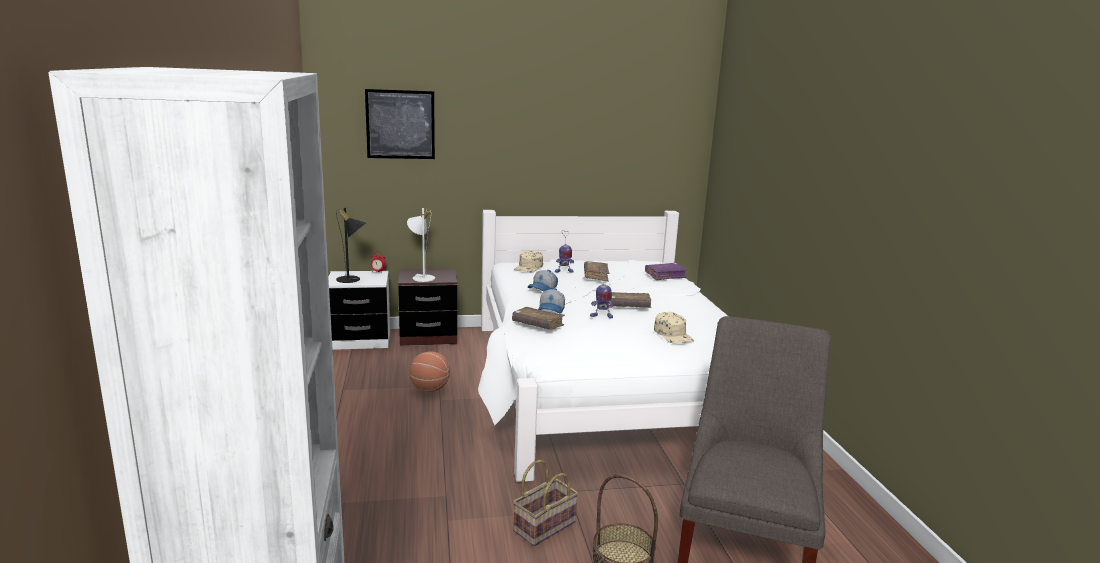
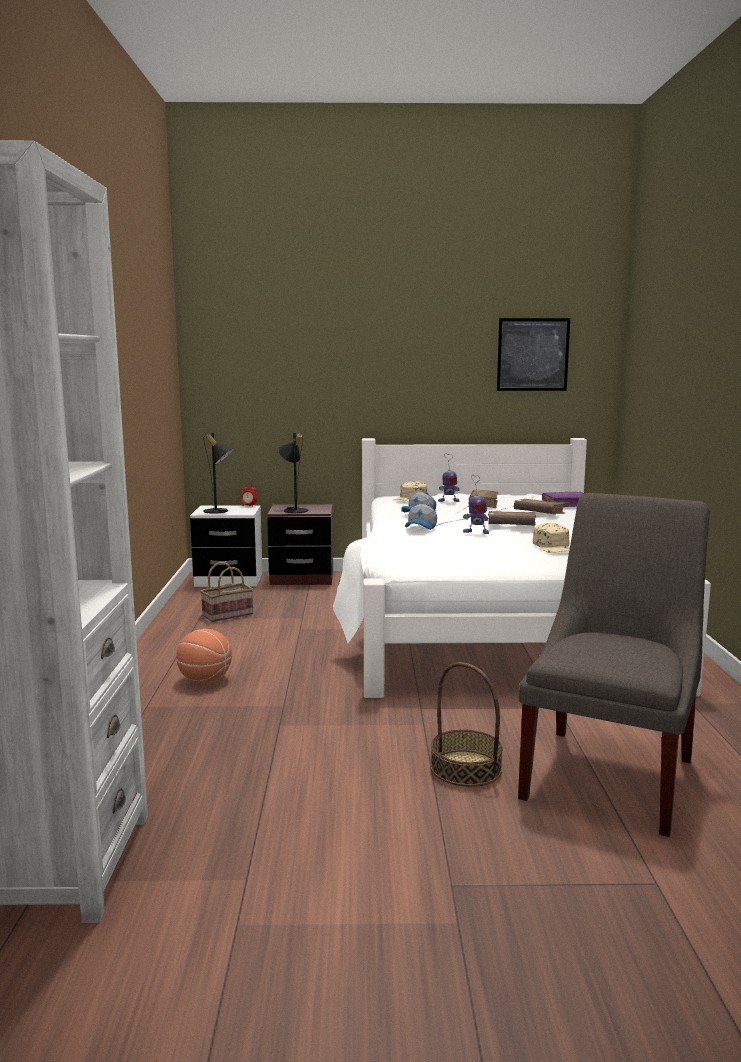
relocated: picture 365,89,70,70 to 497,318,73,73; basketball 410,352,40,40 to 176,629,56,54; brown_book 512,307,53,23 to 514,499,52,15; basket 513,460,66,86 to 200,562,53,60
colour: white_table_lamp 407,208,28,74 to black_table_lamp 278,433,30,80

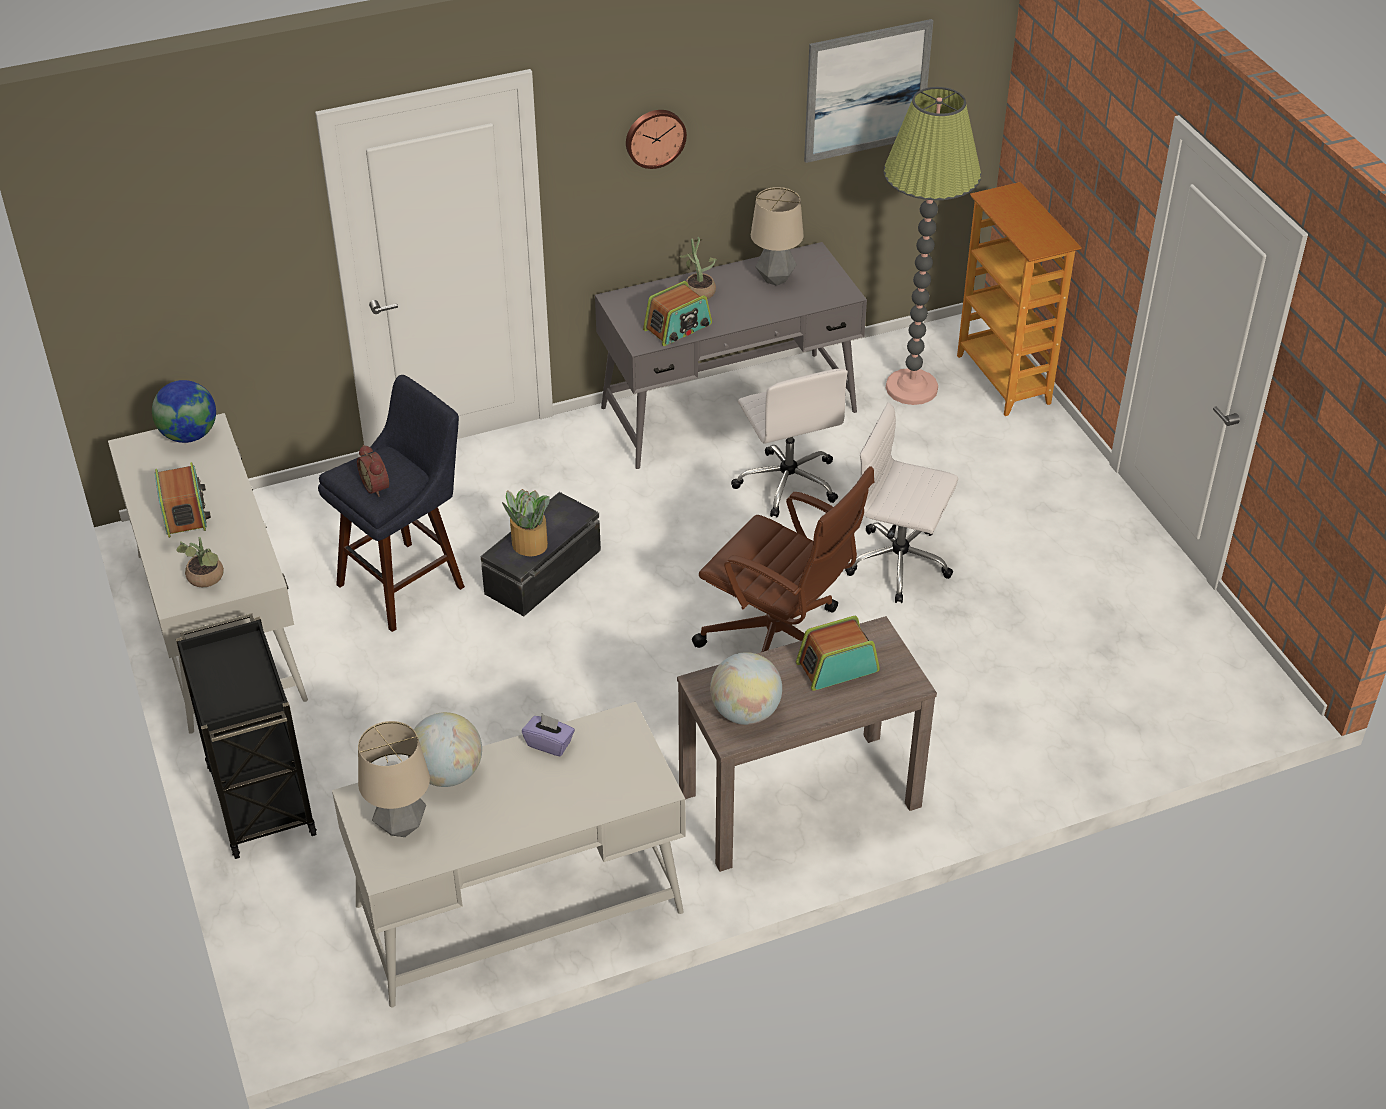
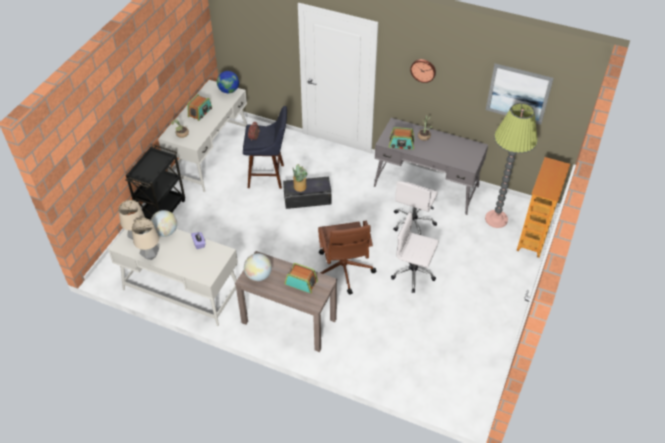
relocated: table_lamp 751,187,53,99 to 132,218,27,42
spun: white_office_chair 845,402,113,201 = 391,211,48,82 45 degrees counterclockwise

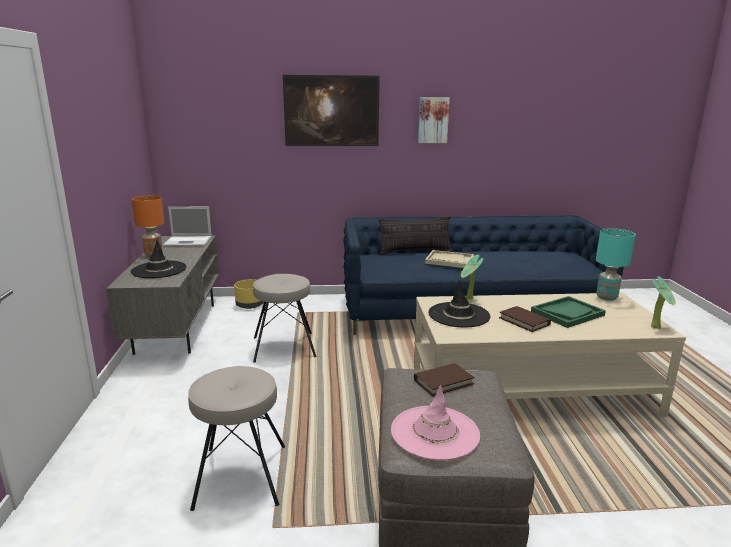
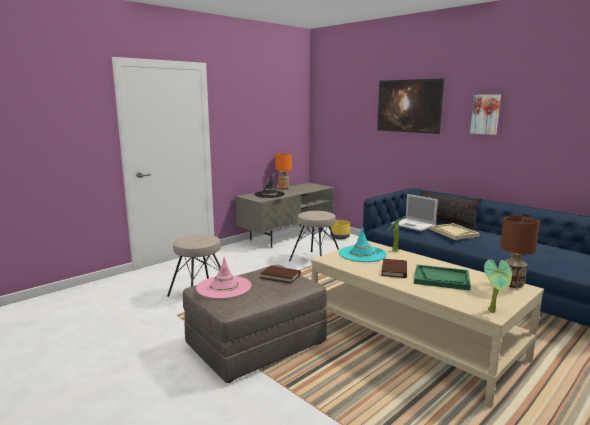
relocated: laptop 163,207,49,40 to 391,194,47,37
colour: black_hat 428,280,62,47 to turquoise_hat 339,226,48,36; turquoise_table_lamp 596,228,40,73 to brown_table_lamp 500,215,40,73

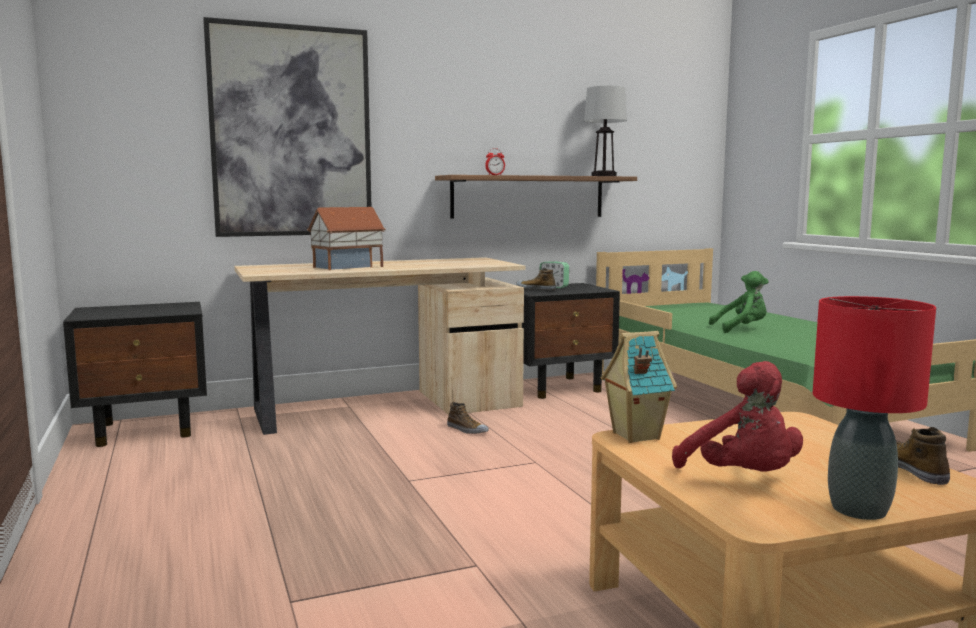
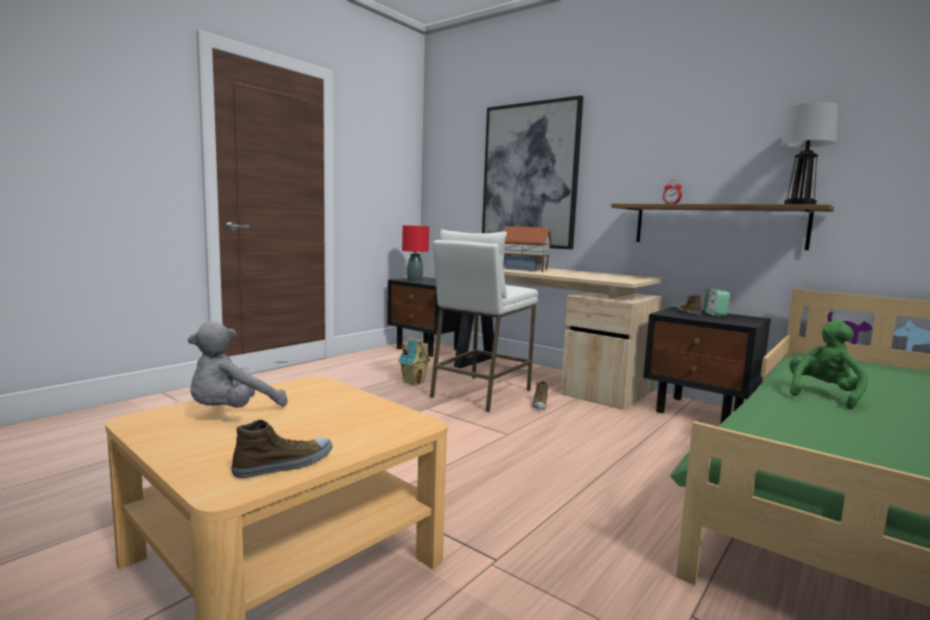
appeared: white_stool 430,229,108,183
relocated: toy_house 601,331,76,112 to 398,338,32,48; red_table_lamp 813,296,123,224 to 402,225,27,57
colour: red_plush_toy 672,361,131,111 to grey_plush_toy 187,321,100,87
spun: green_plush_toy 709,271,60,62 = 789,320,79,90 105 degrees counterclockwise

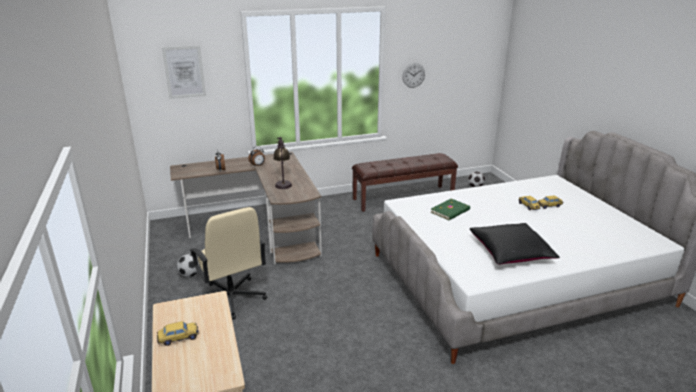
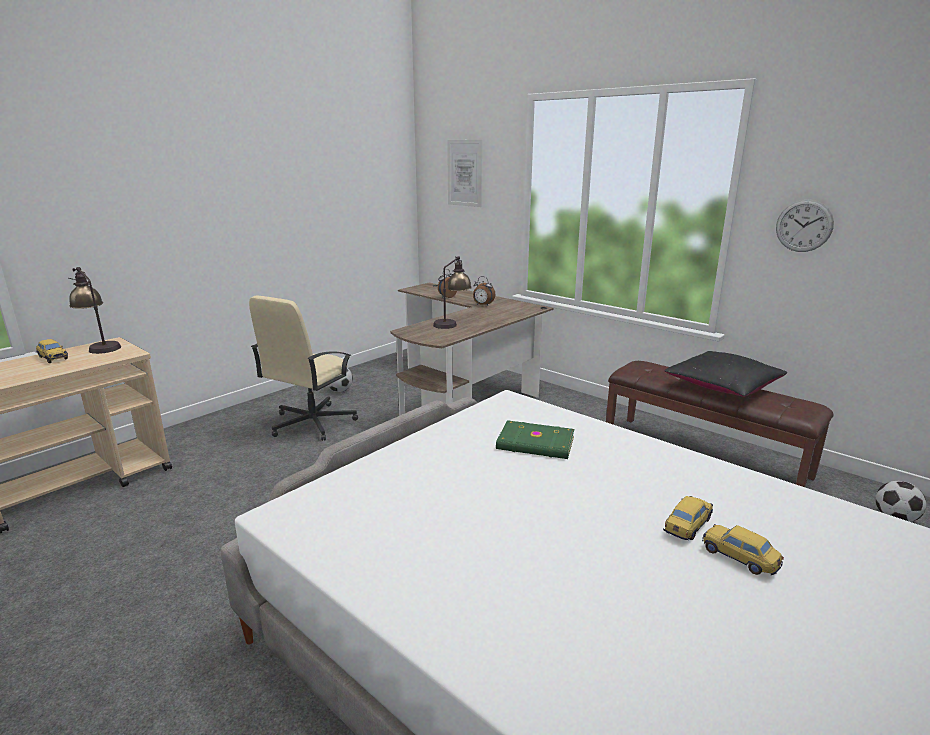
appeared: table_lamp 68,267,53,87
relocated: black_pillow 470,223,90,41 to 665,351,122,46

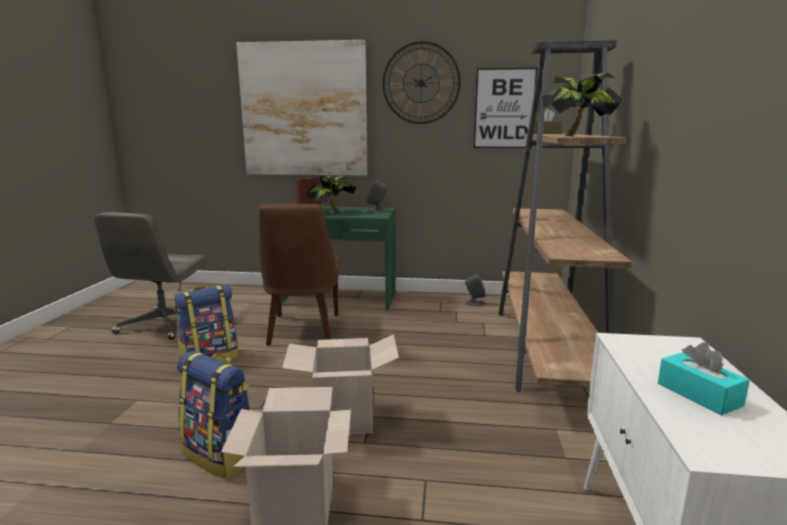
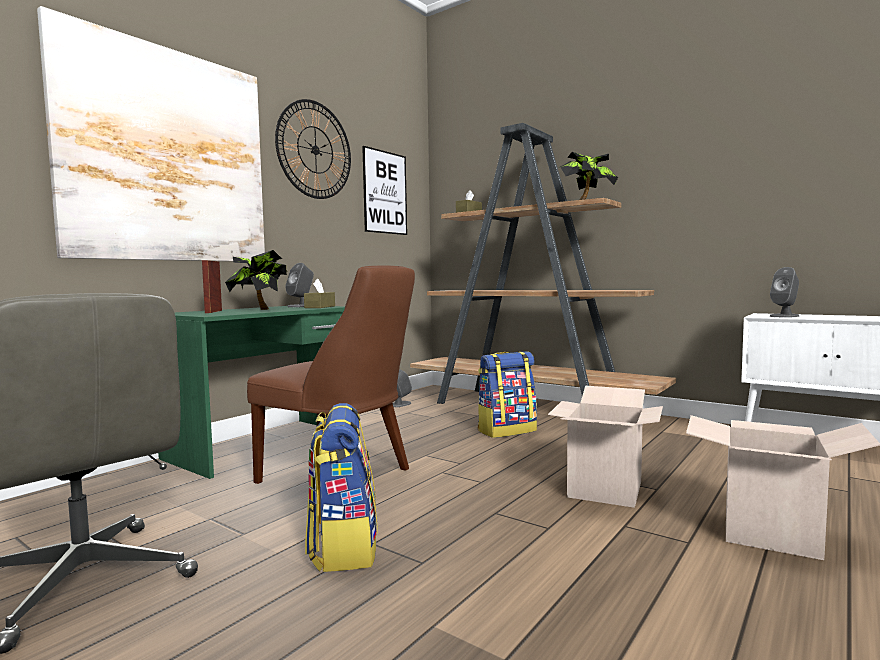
missing: turquoise_tissue_box 658,342,92,74
appeared: brown_tissue_box 304,279,31,29; grey_speaker 769,267,30,51
relocated: backpack 177,351,72,128 to 478,351,59,87

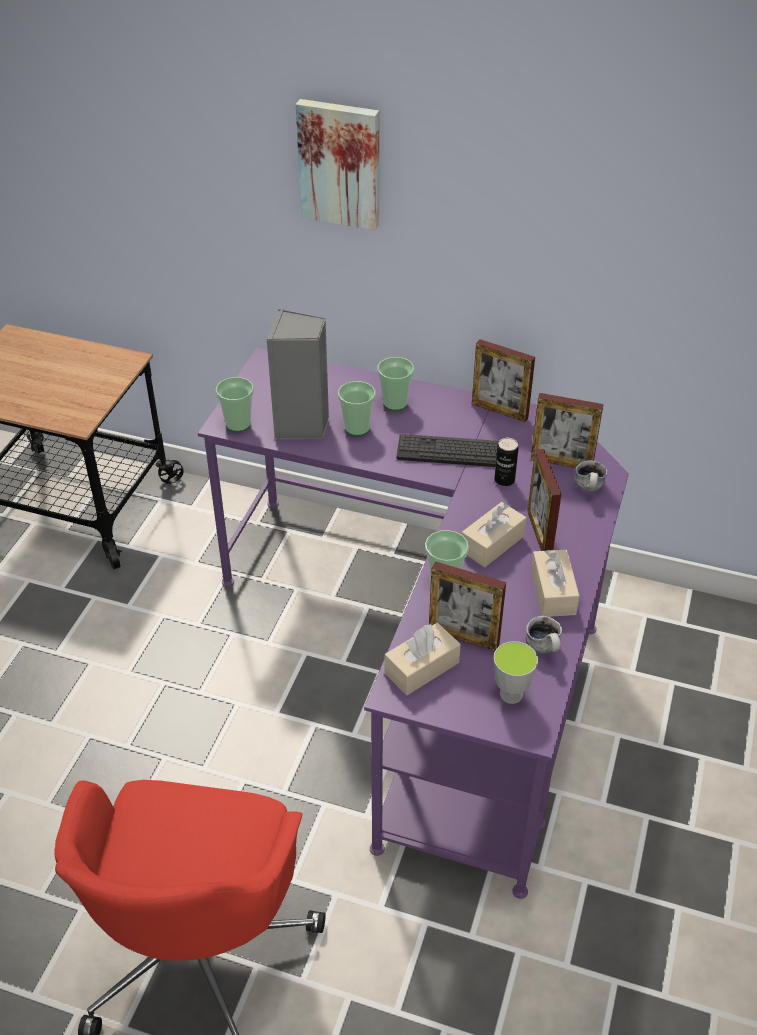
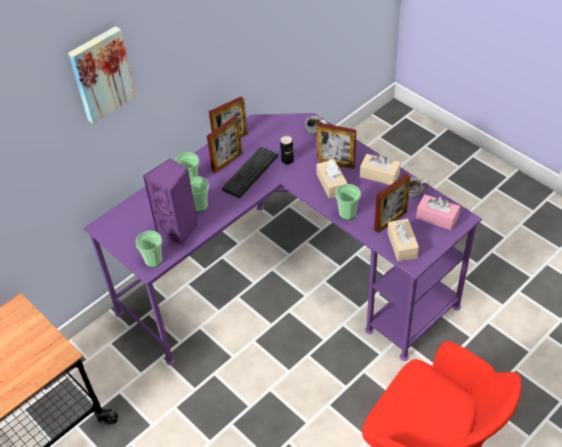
relocated: picture_frame 531,393,73,75 to 207,116,36,58
exchanged: cup 494,641,44,63 to pink_tissue_box 416,194,44,36
colour: grey_speaker 267,309,62,131 to purple_speaker 143,158,56,89

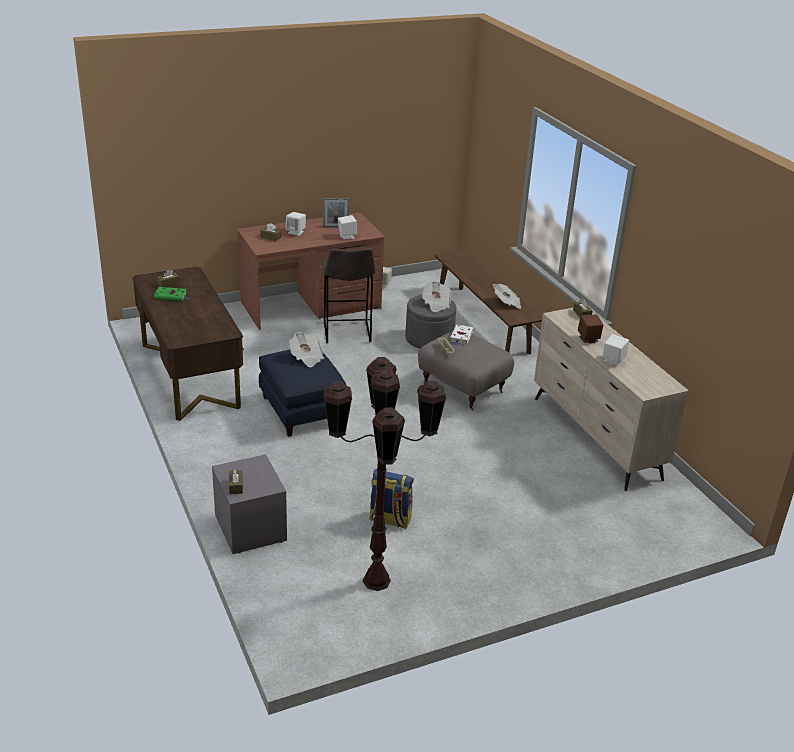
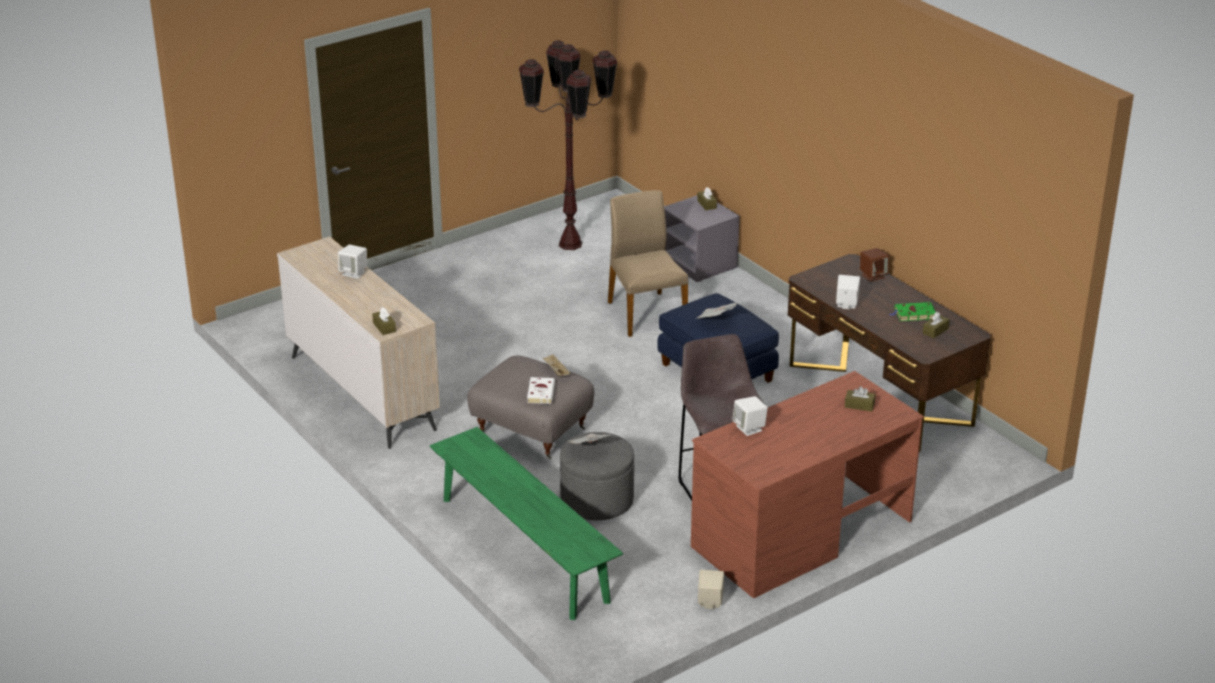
missing: picture_frame 323,198,26,29; backpack 369,469,45,60; newspaper 493,284,28,25
appeared: beige_chair 608,190,80,147
relocated: white_speaker 286,212,20,24 to 836,275,24,34; brown_speaker 578,314,25,29 to 860,248,29,34
colour: brown_bench 434,250,108,104 to green_bench 430,427,193,193

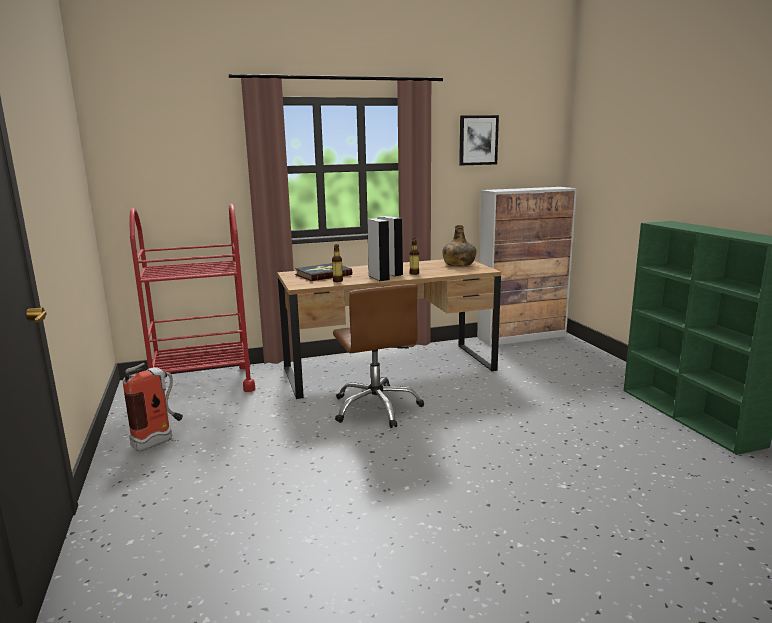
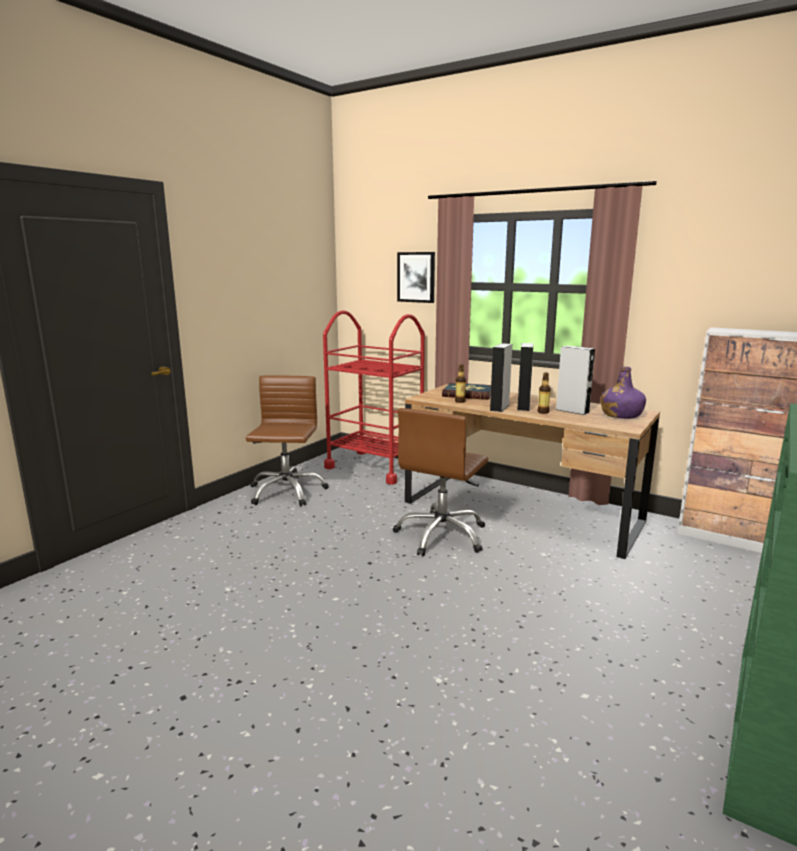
appeared: grey_speaker 556,345,39,70
relocated: picture 459,115,40,50 to 397,252,38,51
exchanged: fire_extinguisher 123,363,60,89 to brown_office_chair 246,375,83,131
colour: green_bottle 442,225,34,41 to purple_bottle 601,367,45,52

